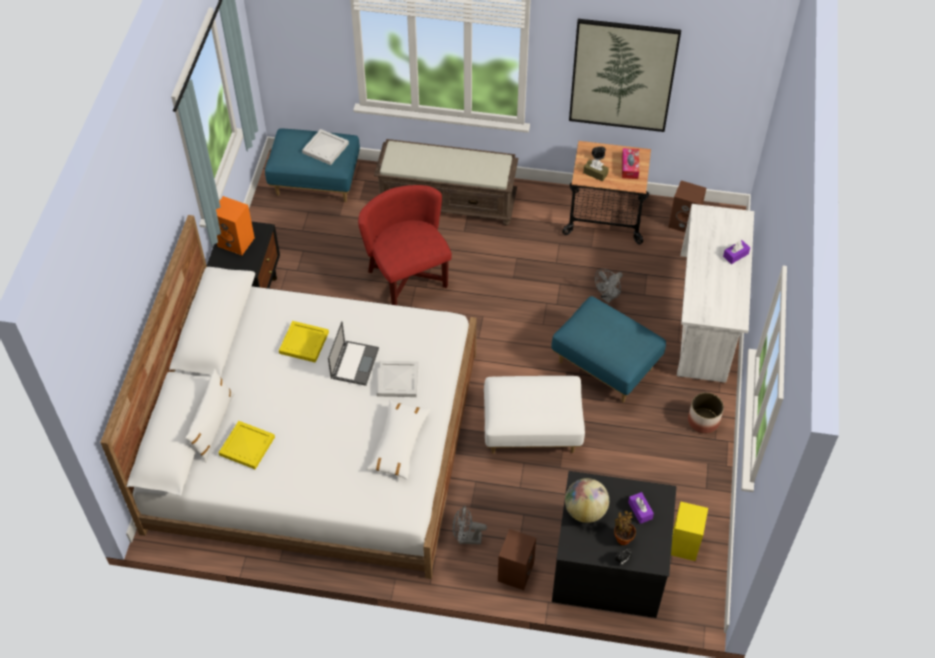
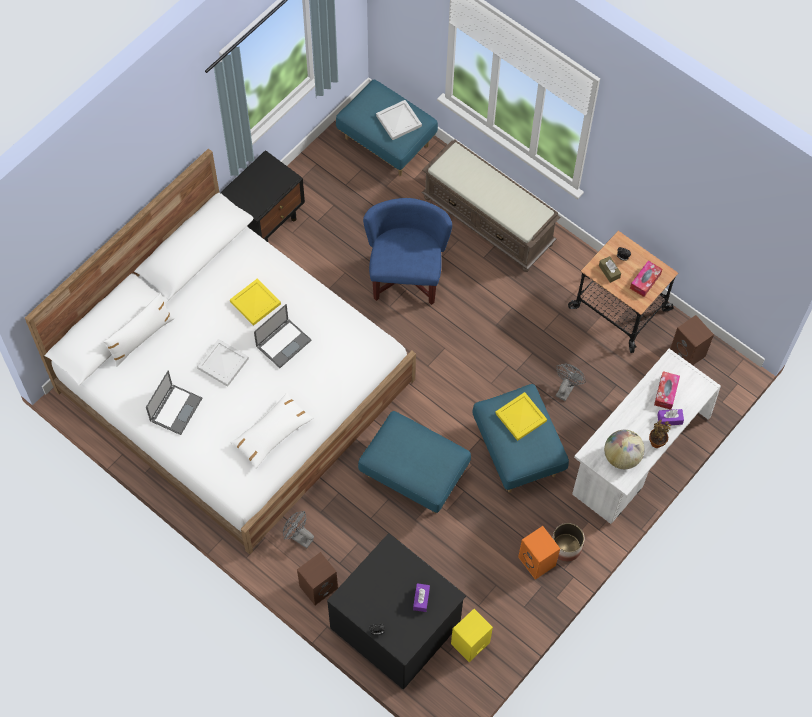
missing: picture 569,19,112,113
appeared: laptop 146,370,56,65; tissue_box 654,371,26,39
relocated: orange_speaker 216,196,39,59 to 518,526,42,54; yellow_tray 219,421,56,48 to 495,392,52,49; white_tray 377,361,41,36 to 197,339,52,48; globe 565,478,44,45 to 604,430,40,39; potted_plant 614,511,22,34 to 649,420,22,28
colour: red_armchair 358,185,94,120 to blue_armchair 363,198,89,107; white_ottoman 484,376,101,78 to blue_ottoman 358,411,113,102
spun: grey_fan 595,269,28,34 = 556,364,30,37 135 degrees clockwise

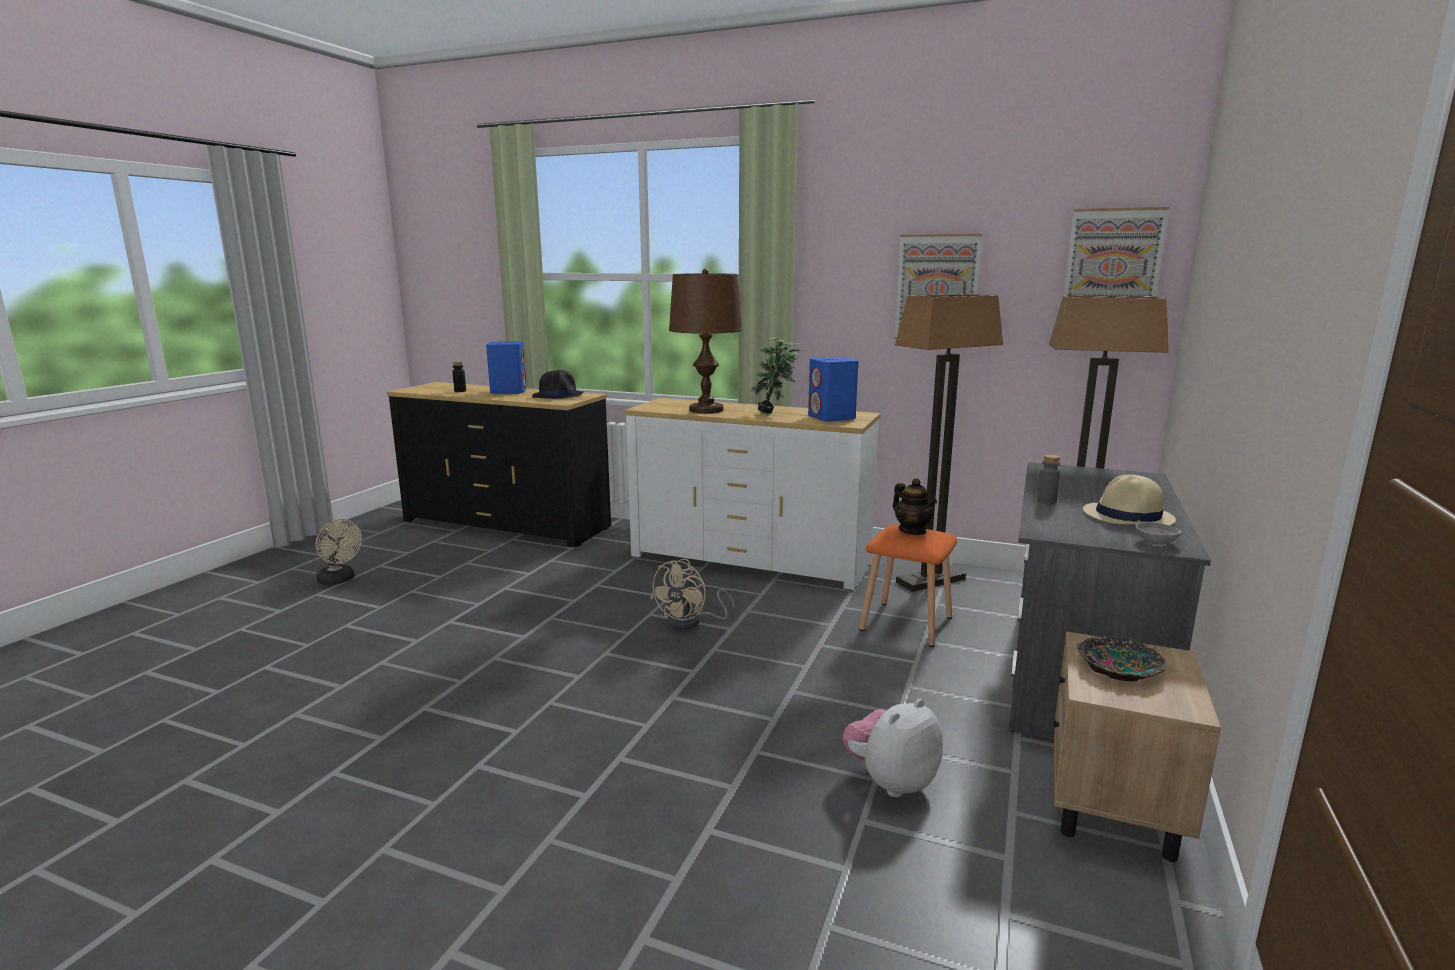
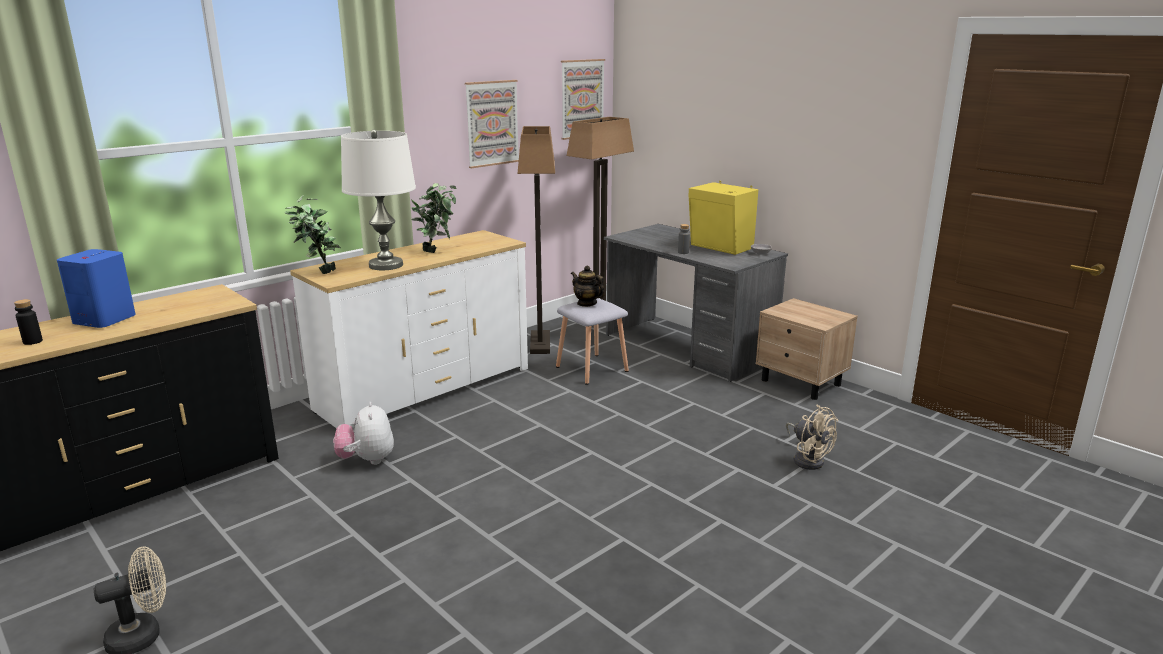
missing: black_hat 532,370,52,29; blue_speaker 808,357,50,65; bowl 1077,636,88,46
appeared: potted_plant 285,195,56,79
relocated: beige_fan 650,559,85,71 to 786,405,52,65; plush_toy 842,699,101,98 to 334,402,60,63
exchanged: beige_hat 1083,475,93,50 to yellow_speaker 688,181,70,74
colour: brown_table_lamp 669,269,73,145 to white_table_lamp 341,129,75,141; orange_stool 859,525,98,122 to grey_stool 556,298,73,87
spun: teapot 893,478,44,57 = 571,266,34,41 135 degrees counterclockwise

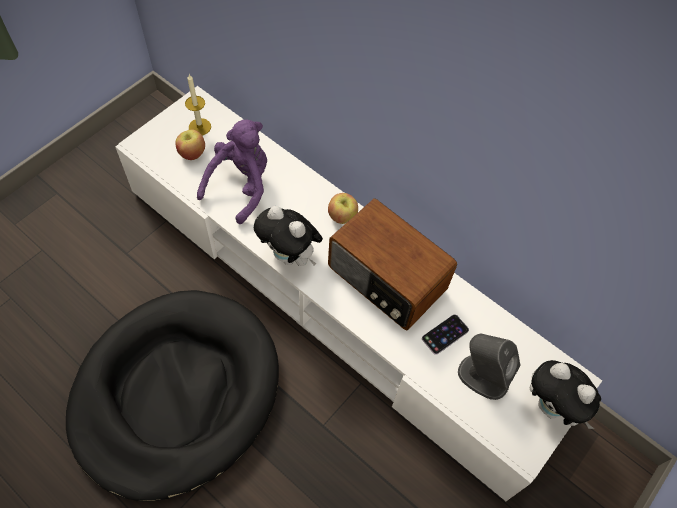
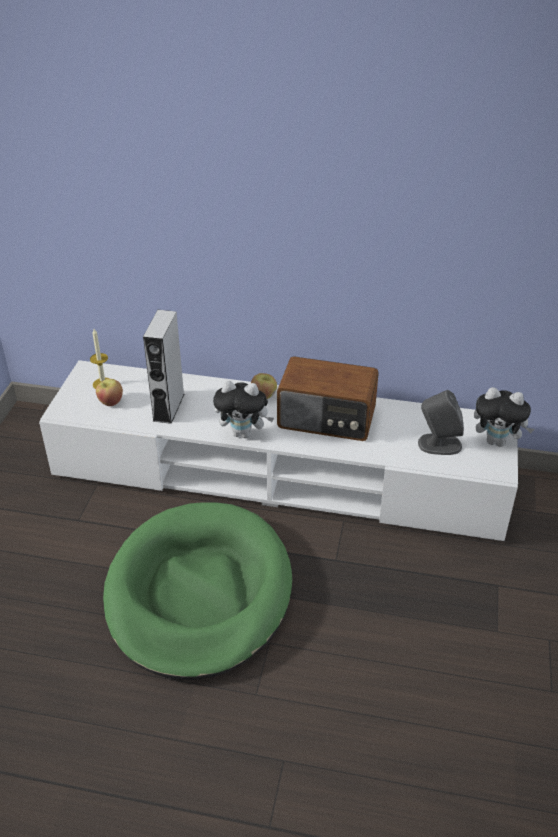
missing: phone 422,315,47,40
exchanged: purple_plush_toy 197,120,70,104 to grey_speaker 143,310,41,114
colour: black_dog_bed 66,290,213,211 to green_dog_bed 103,502,189,178

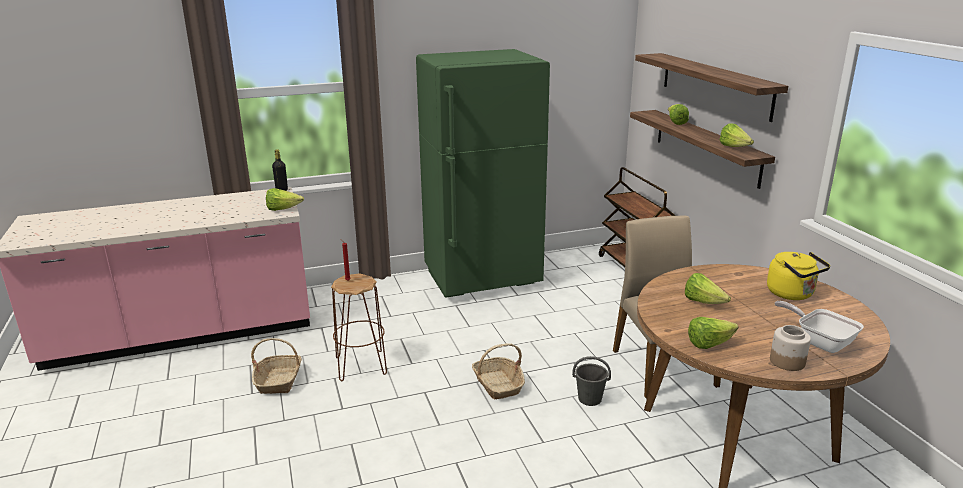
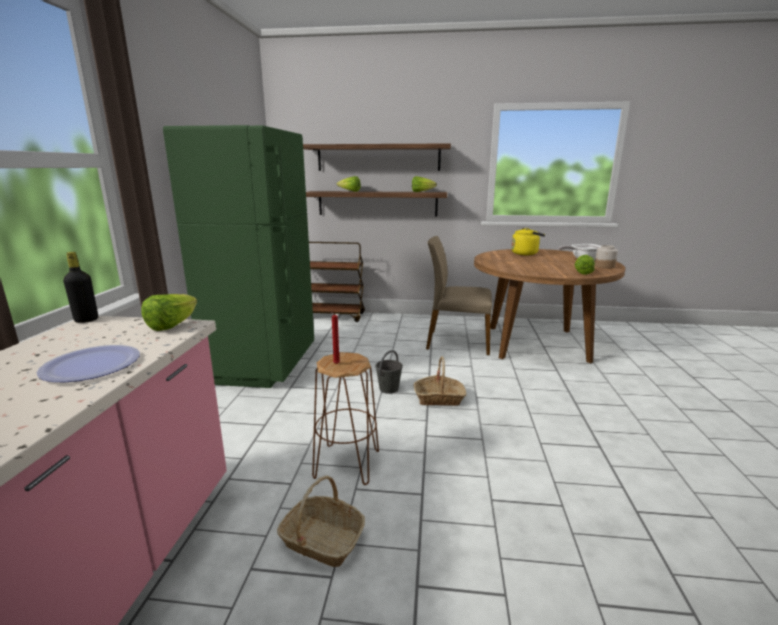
missing: lettuce 685,273,46,31
appeared: plate 37,345,103,37
relocated: grey_bucket 572,356,39,50 to 375,350,28,44

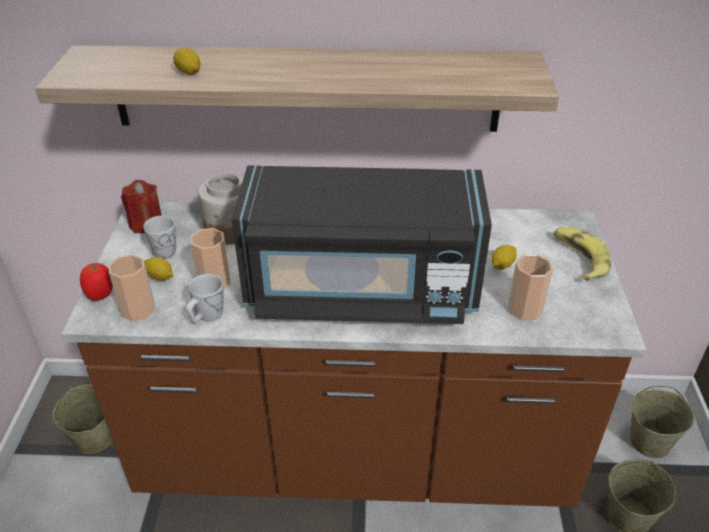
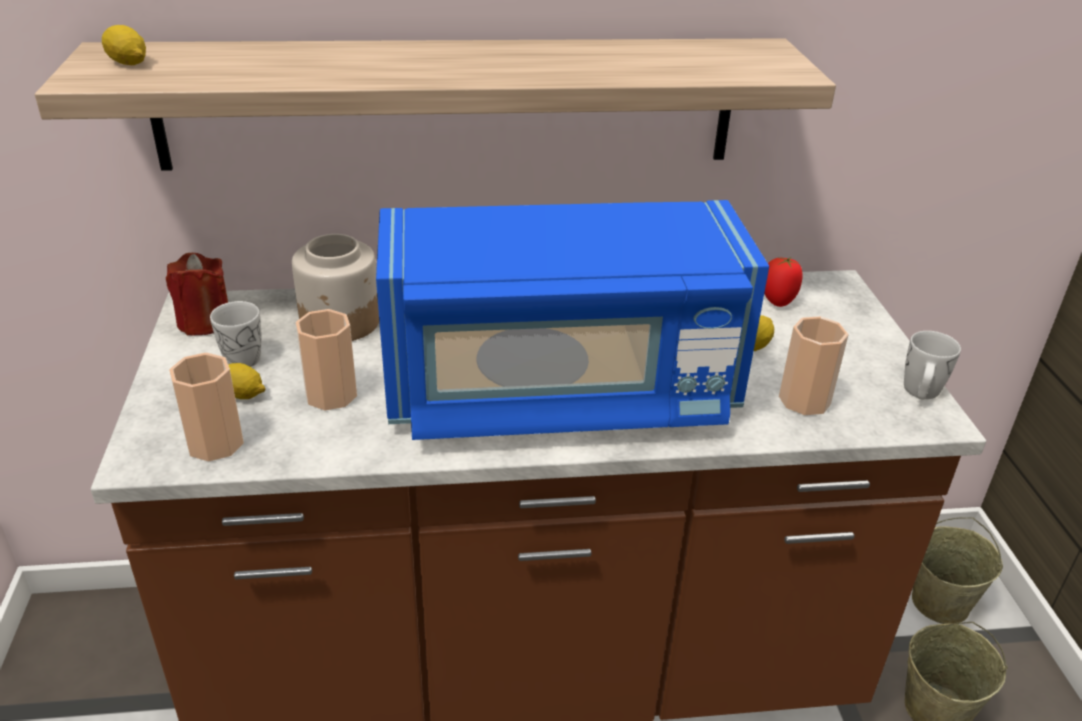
missing: beige_bucket 53,381,60,73; banana 554,227,57,54
relocated: tomato 80,263,33,38 to 764,257,39,50; lemon 173,48,27,27 to 102,25,44,40; white_mug 186,274,38,49 to 904,331,57,69
colour: black_microwave 231,165,261,159 to blue_microwave 376,200,393,240

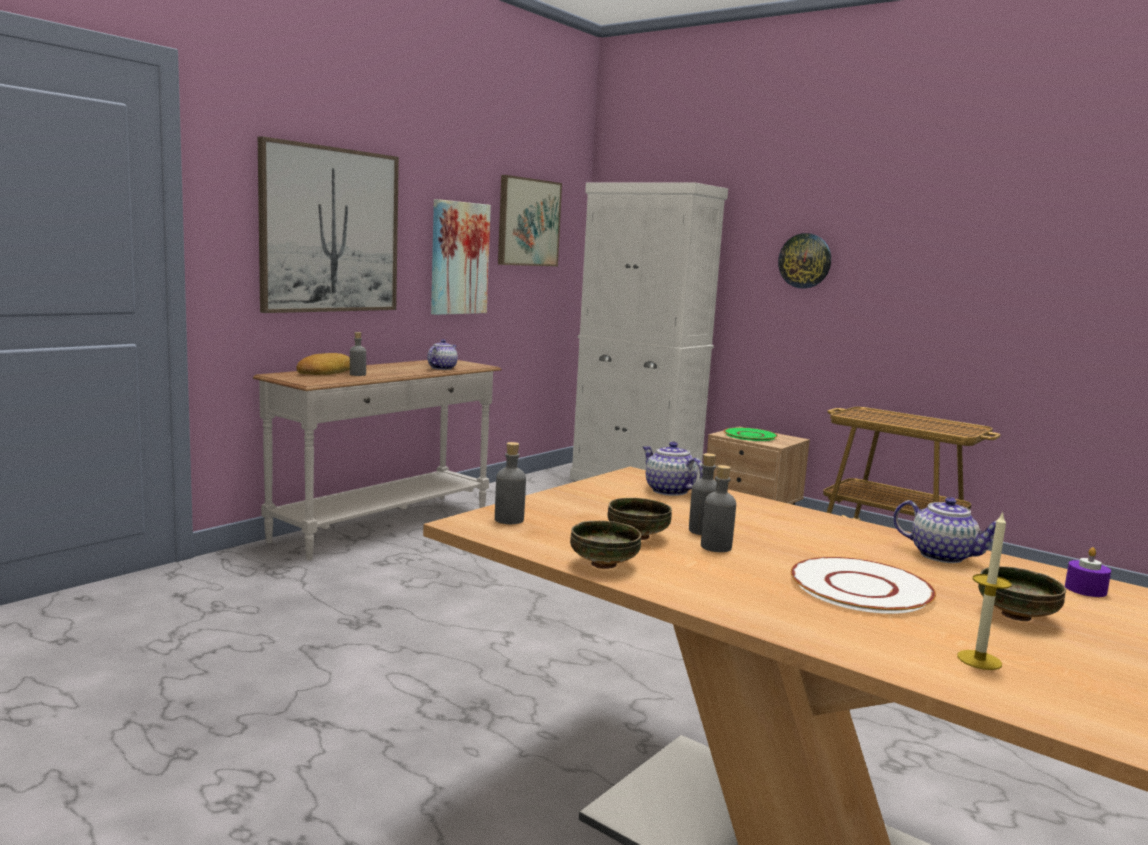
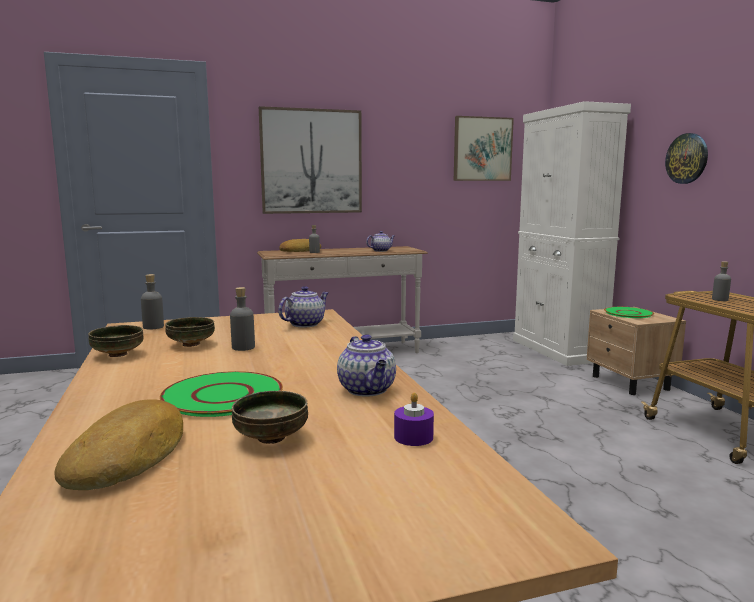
missing: picture 431,199,60,116
relocated: grey_bottle 701,465,35,87 to 712,261,19,40
exchanged: candle 957,511,55,159 to bread 54,399,129,91
colour: white_plate 791,557,145,57 to green_plate 160,371,123,46
spun: teapot 643,442,60,54 = 278,286,51,42 45 degrees clockwise

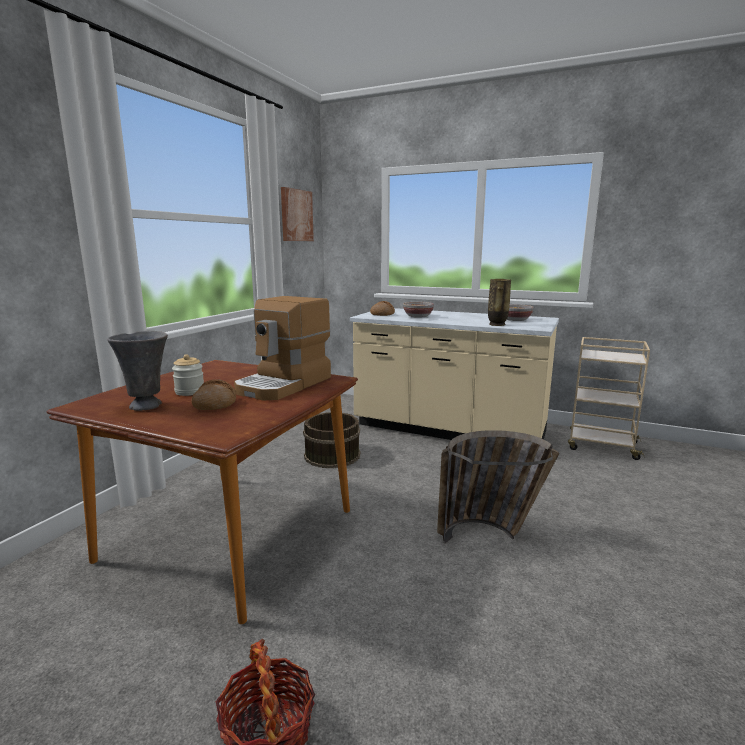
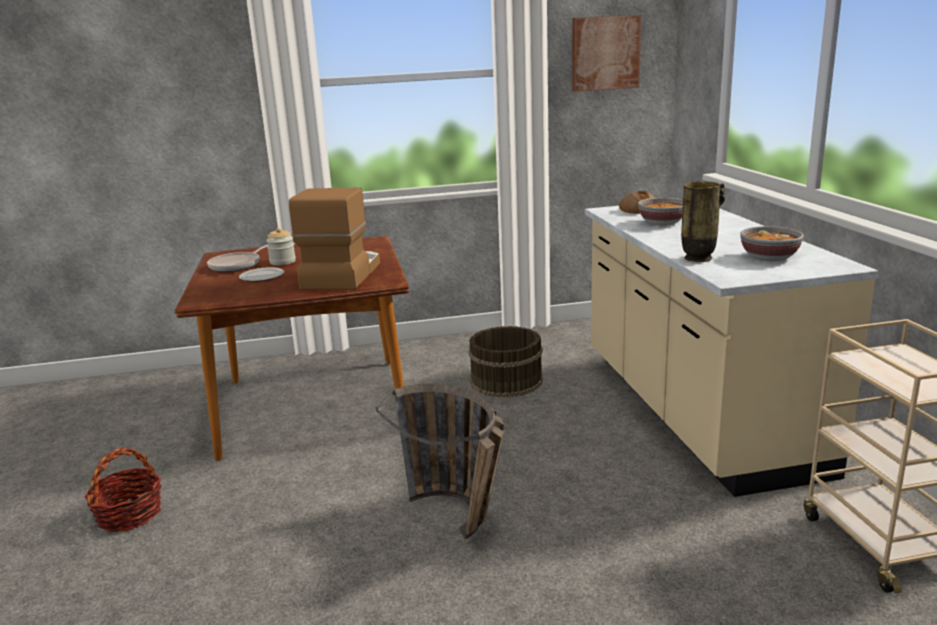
exchanged: grey_vase 107,331,61,80 to frying_pan 207,245,61,27; bread 191,379,45,31 to plate 239,267,46,15
spun: coffee_machine 234,296,97,104 = 289,188,91,102 105 degrees clockwise

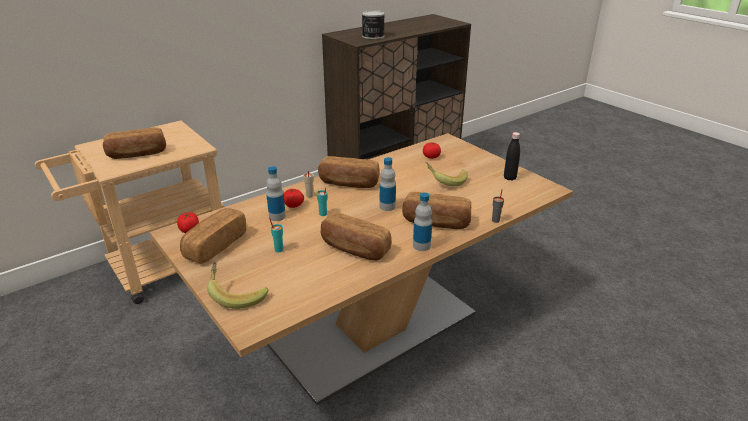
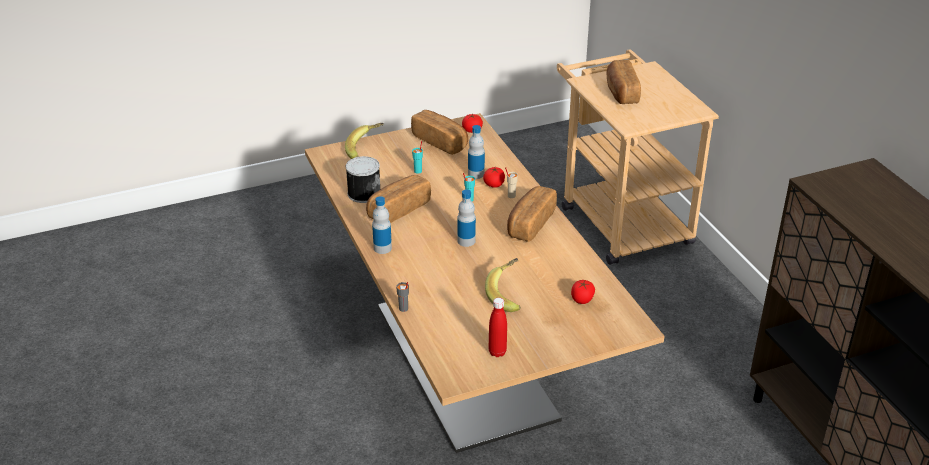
missing: bread 402,192,69,37
relocated: can 362,10,23,29 to 346,156,34,47
colour: black_bottle 504,132,16,49 to red_bottle 489,298,18,59

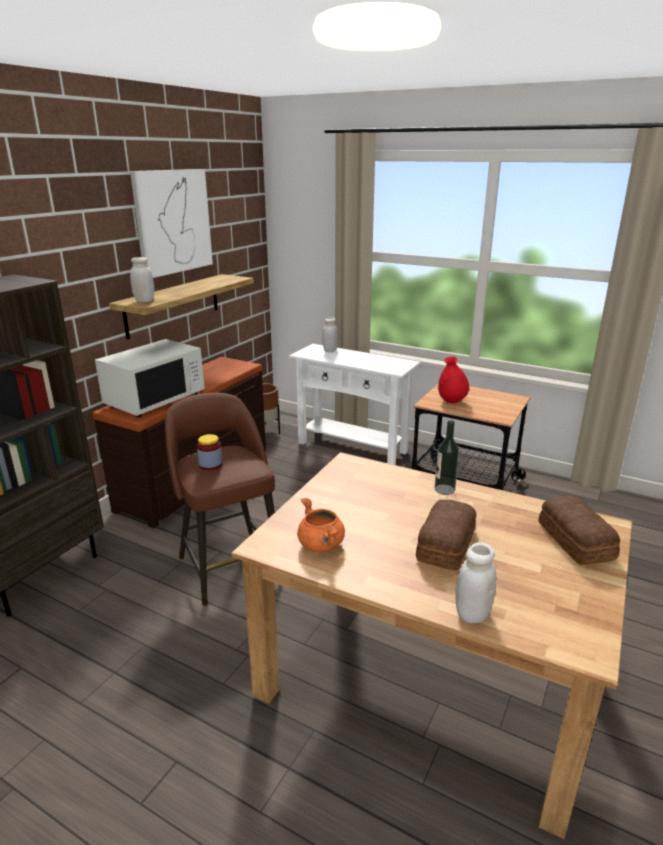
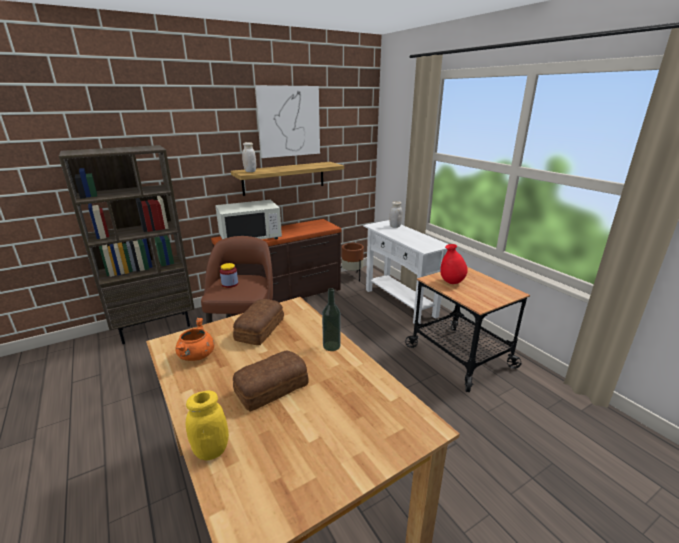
relocated: bread 538,496,82,69 to 233,299,51,46
colour: white_jar 455,543,41,80 to yellow_jar 186,390,43,71

